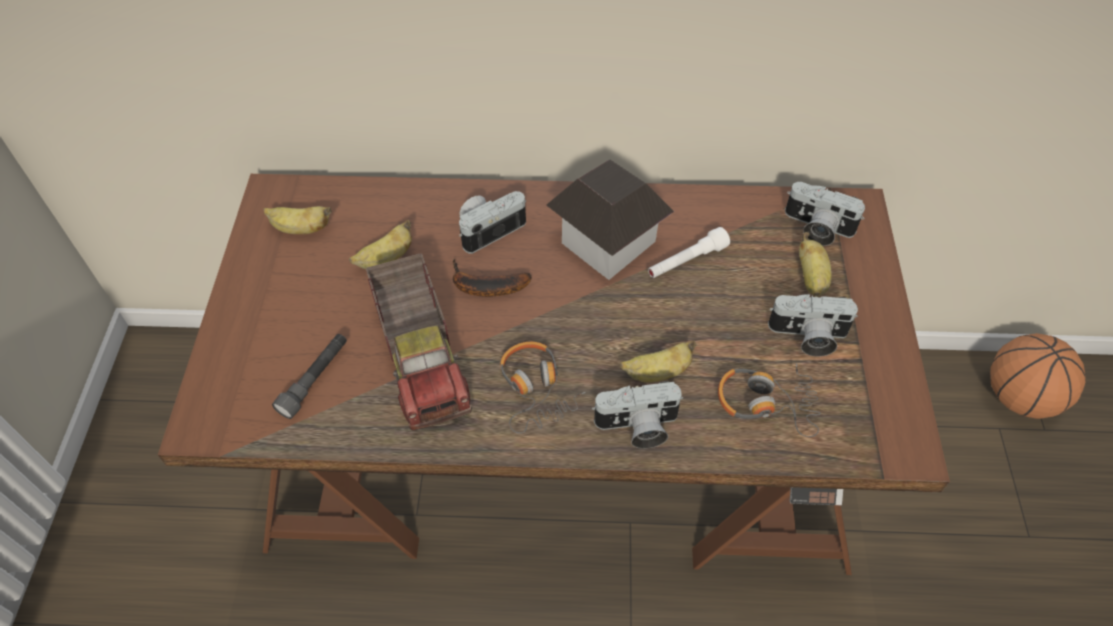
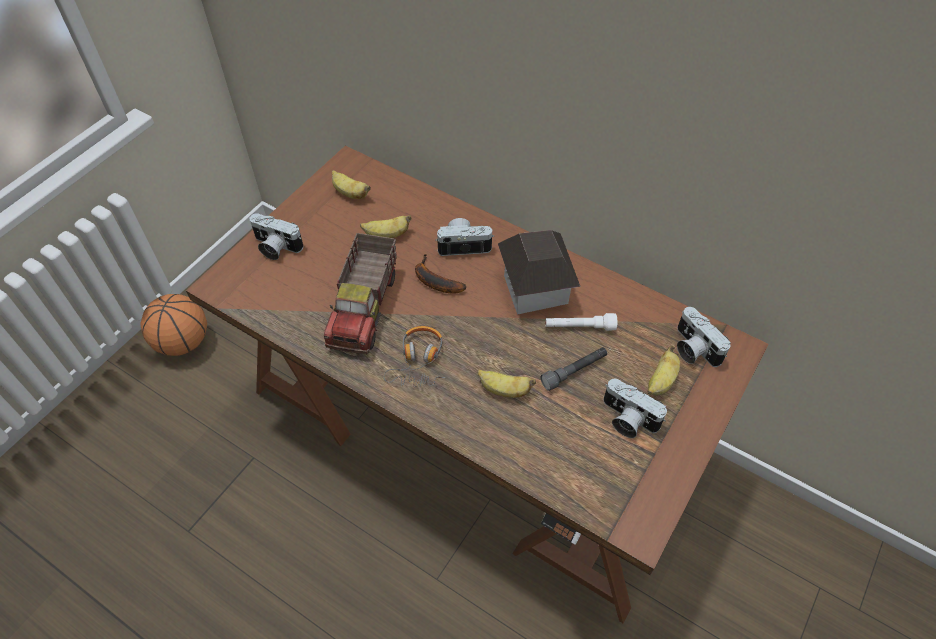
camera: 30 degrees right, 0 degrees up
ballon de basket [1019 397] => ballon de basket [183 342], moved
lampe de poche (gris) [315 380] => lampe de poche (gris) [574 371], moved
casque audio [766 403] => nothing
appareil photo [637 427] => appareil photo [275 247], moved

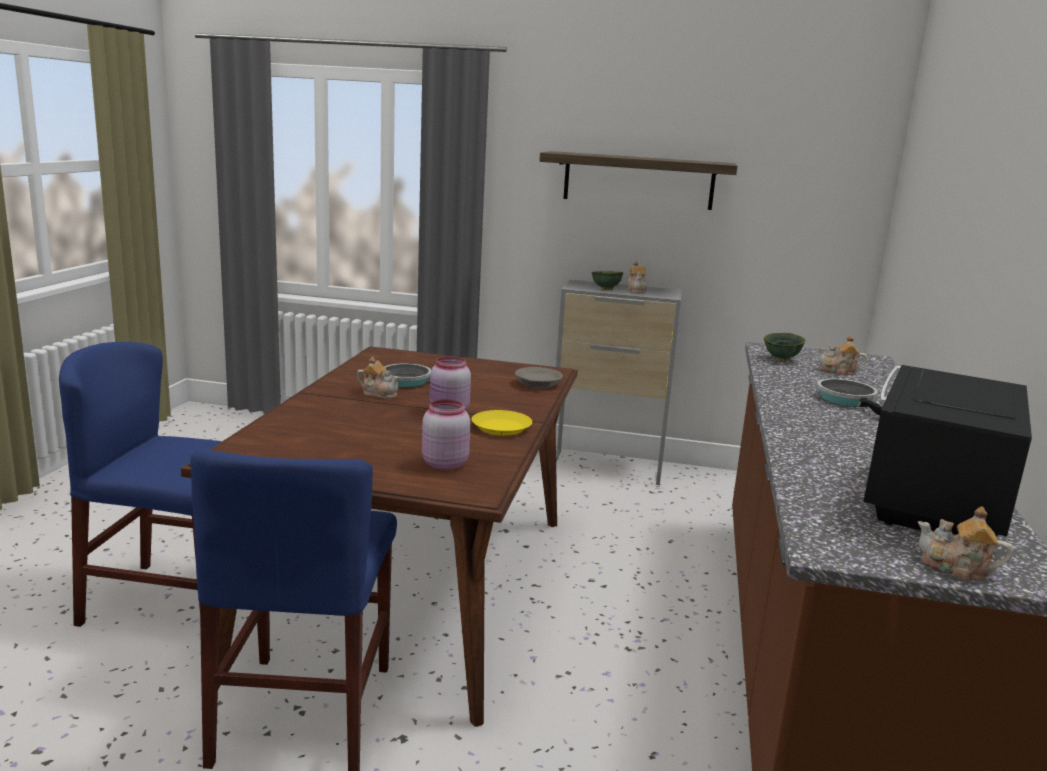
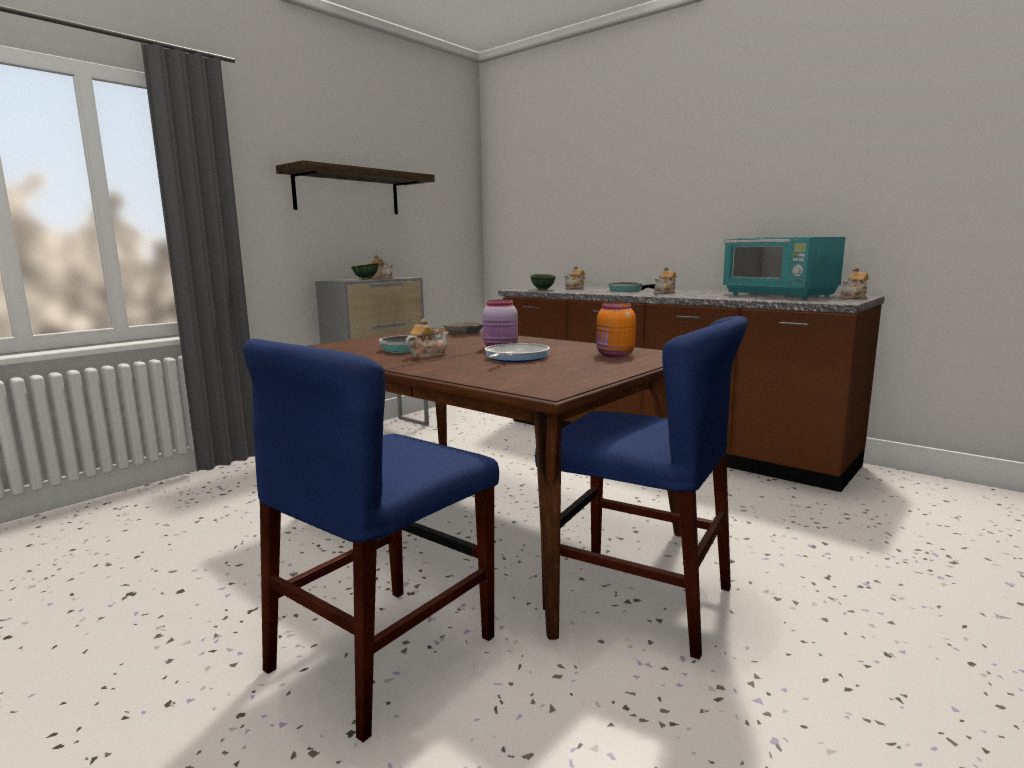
camera: 60 degrees left, 5 degrees down
micro-ondes (noir) [932 503] => micro-ondes (turquoise) [779 295]
bocal (rose) [443 464] => bocal (orange) [614 355]
assiette (jaune) [500 428] => nothing
nothing => théière [665 293]
nothing => poêle [515 357]

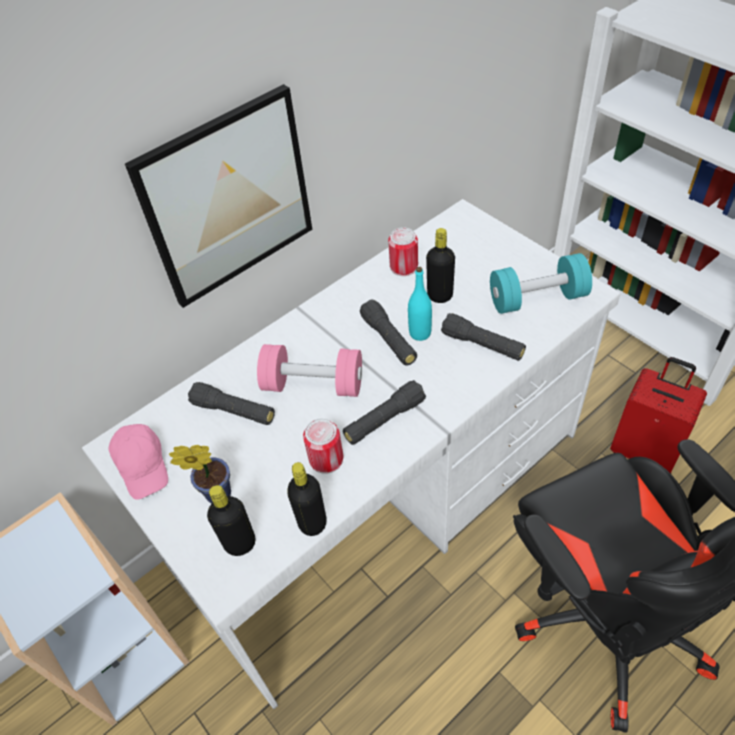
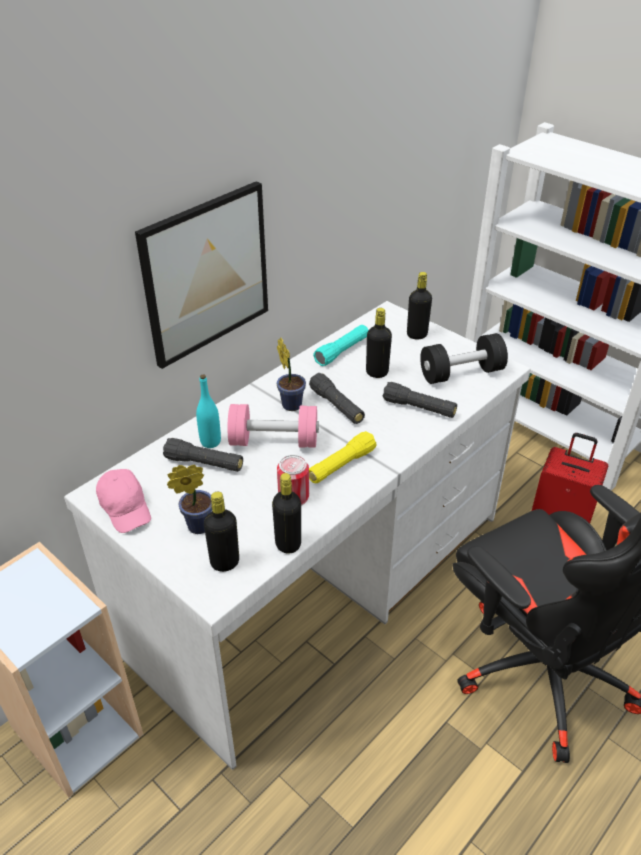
camera: 10 degrees left, 10 degrees down
boîte métallique [403 266] => lampe de poche (turquoise) [342 351]
haltère (turquoise) [537 298] => haltère (noir) [461 373]
bouteille (turquoise) [420 333] => bouteille (turquoise) [210 442], moved
lampe de poche (noir) [384 420] => lampe de poche (jaune) [341 465]
nothing => bouteille (noir) [417 335]
nothing => plante en pot [290 403]

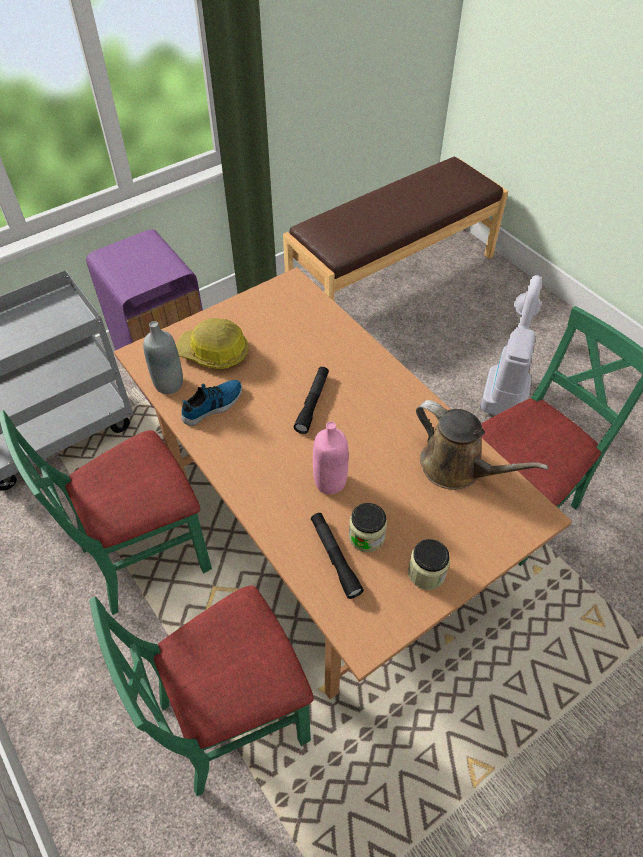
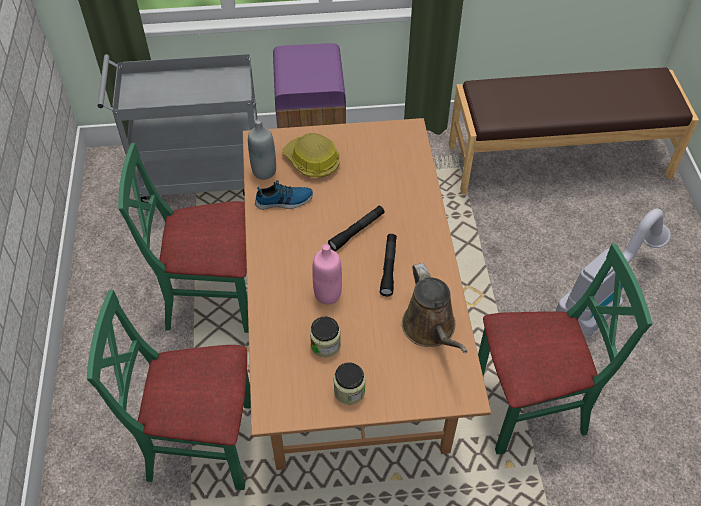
camera: 30 degrees right, 0 degrees up
lampe de poche (noir) [335 557] => lampe de poche (noir) [388 267], moved

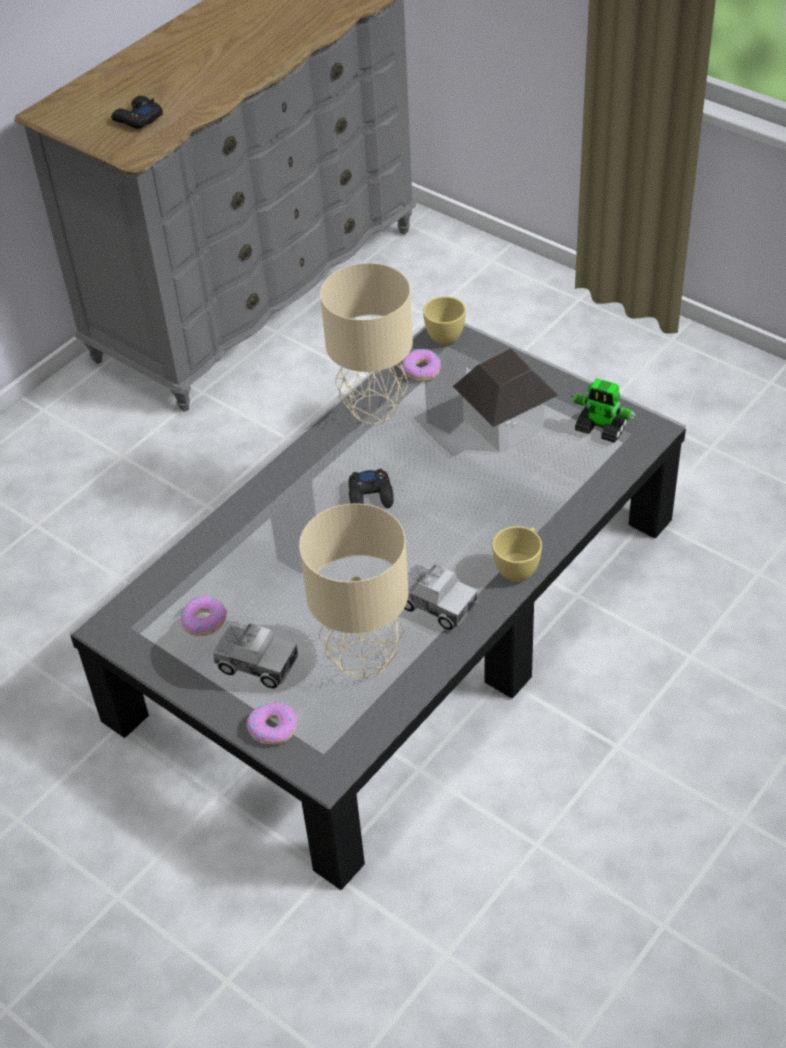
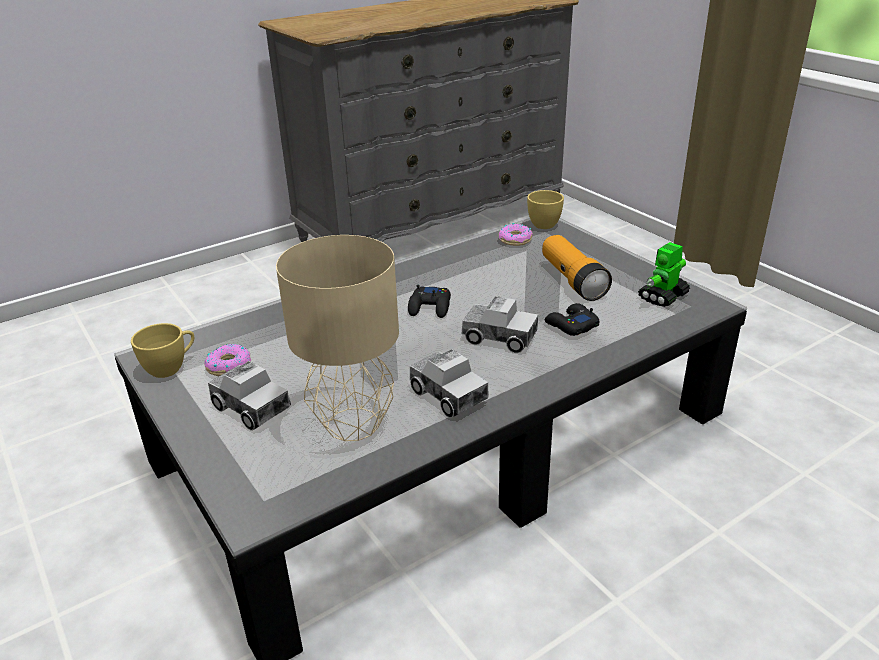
camera: 15 degrees right, 15 degrees down
manette (noir) [137 118] => manette (noir) [571 325], moved
lampe de table (beige) [372 410] => nothing
maison miniature [504 423] => lampe de poche [572 280]
robot jouet [601 428] => robot jouet [662 297], 90 degrees clockwise
tasse (jaune) [519 567] => tasse (jaune) [171 367], moved
beignet [273 727] => nothing
nothing => camion jouet [499 338]

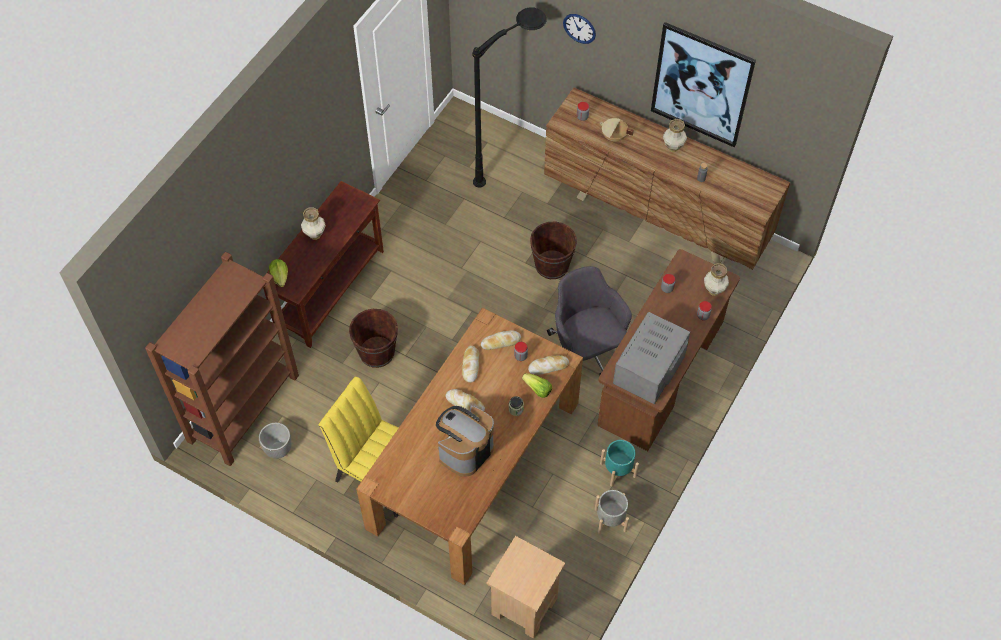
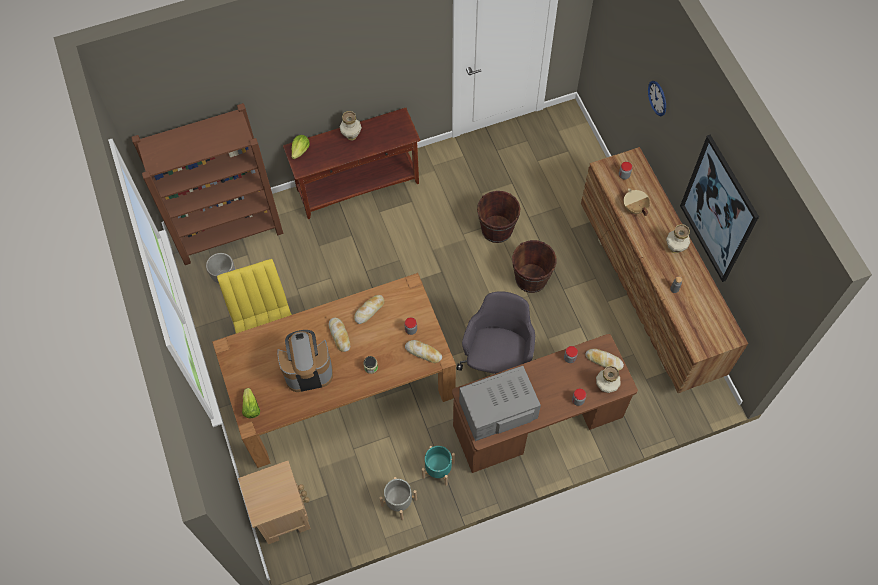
camera: 40 degrees right, 5 degrees up
lampadaire (noir) [514 164] => nothing
seau (marron) [377 352] => seau (marron) [497 229], moved
pain [500 342] => pain [604 361], moved
laitue [537 389] => laitue [251 407], moved

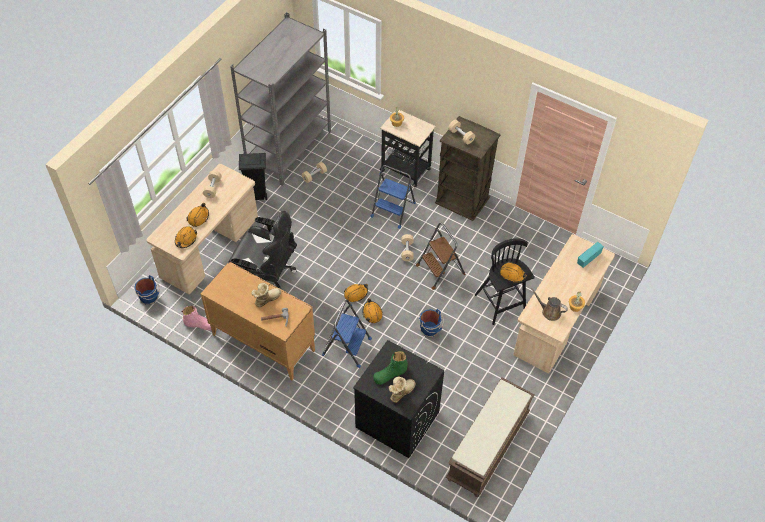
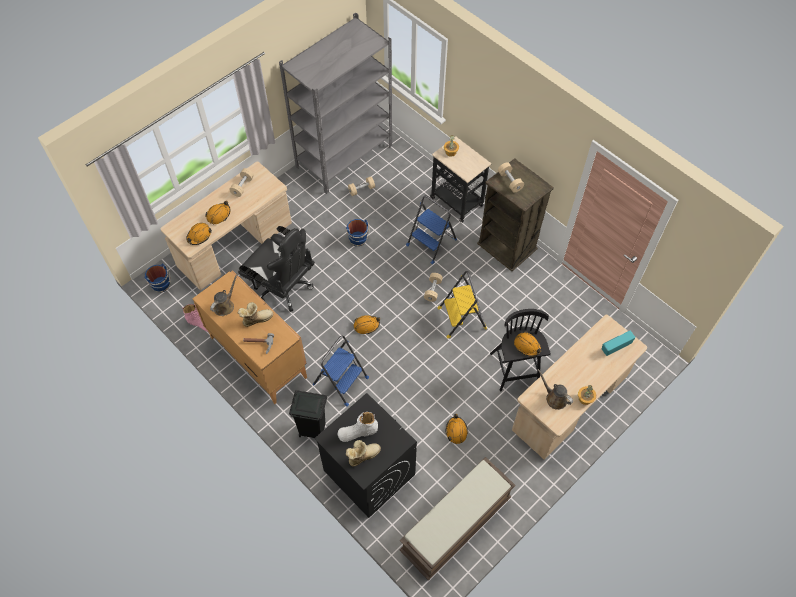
camera: 15 degrees right, 5 degrees up
poubelle (noir) [256 195] => poubelle (noir) [313 430], moved
escabeau (marron) [442 269] => escabeau (jaune) [464 318]
casque de chantier (orange) [372 313] => casque de chantier (orange) [456 431], moved
seau (bleu) [430 330] => seau (bleu) [358 239], moved
botte (vert) [390 374] => botte (blanc) [358 432]
nothing => arrosoir (marron) [225 305]

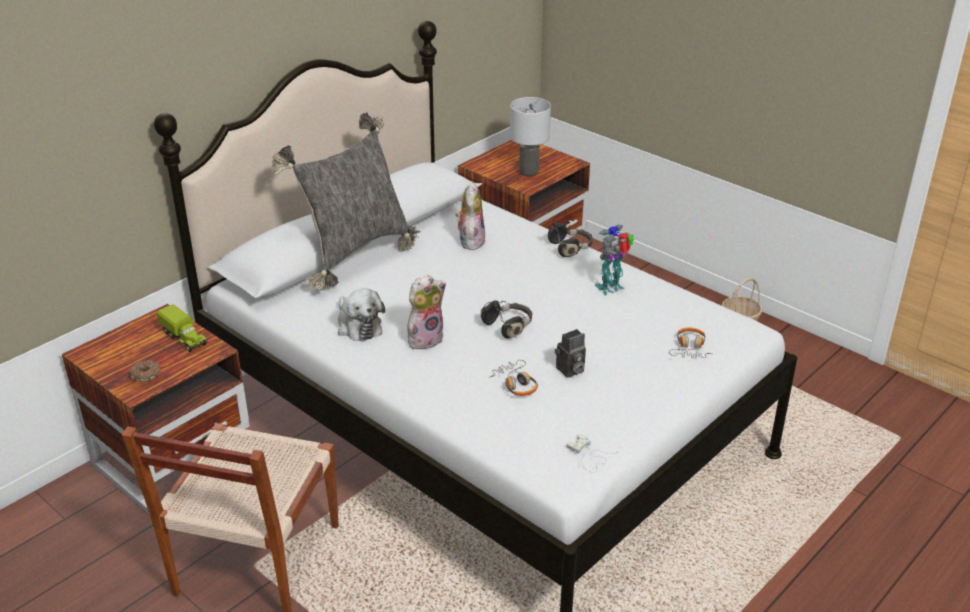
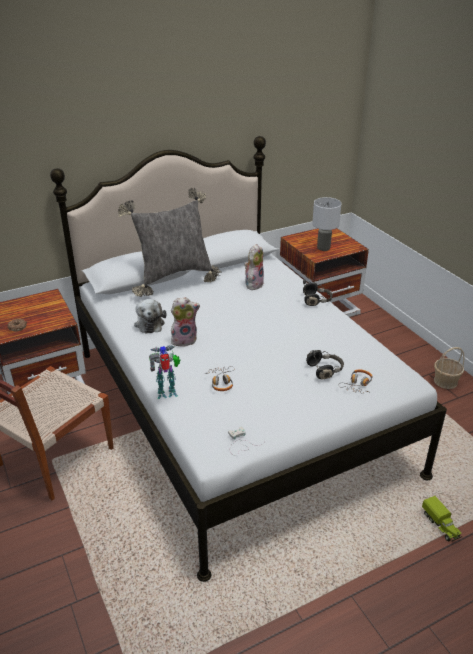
camera: 20 degrees right, 0 degrees up
robot jouet [612 288] => robot jouet [168 394], moved
casque audio (noir) [508 326] => casque audio (noir) [325 370], moved
camion jouet [184 339] => camion jouet [440 525], moved
appareil photo [569 371] => nothing

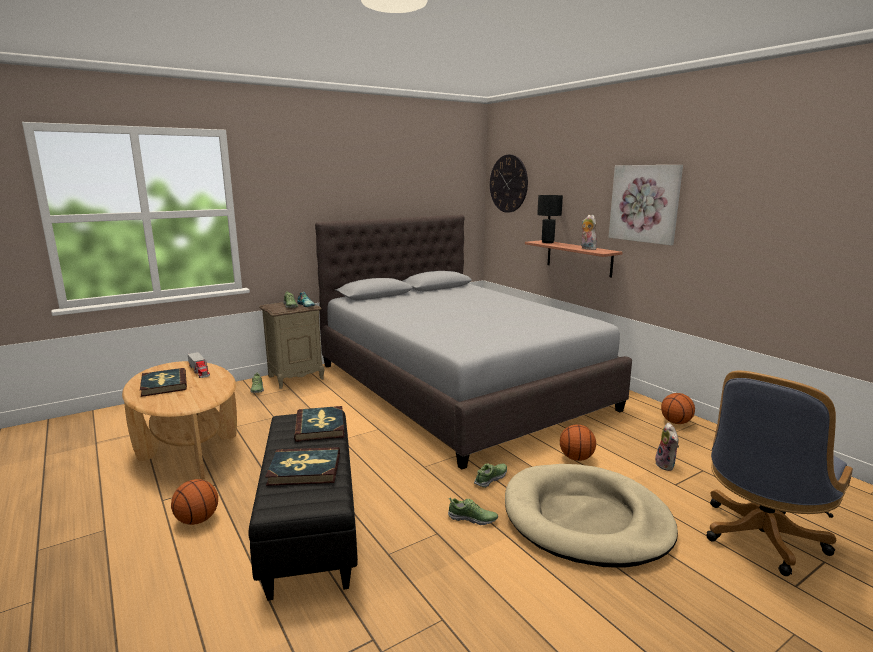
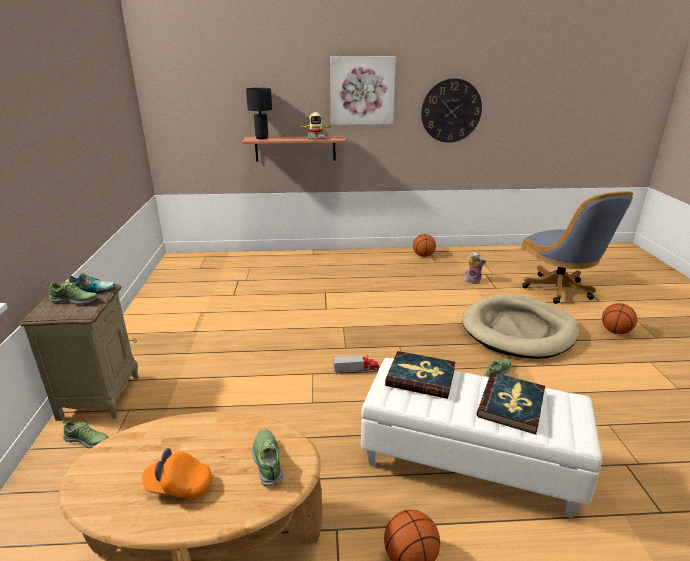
camera: 60 degrees left, 10 degrees up
horloge murale [508 183] => horloge murale [451 111], moved
lit (gris) [458 386] => nothing
peluche [587 248] => robot jouet [316 138]
camion jouet [199 371] => camion jouet [356 370], moved
livre [163 384] => casquette (orange) [179 486]
pouf (noir) [309 527] => pouf (blanc) [468 465]
ballon de basket [576 458] => ballon de basket [615 331], moved
chaussure [491 479] => chaussure [268 461], moved

